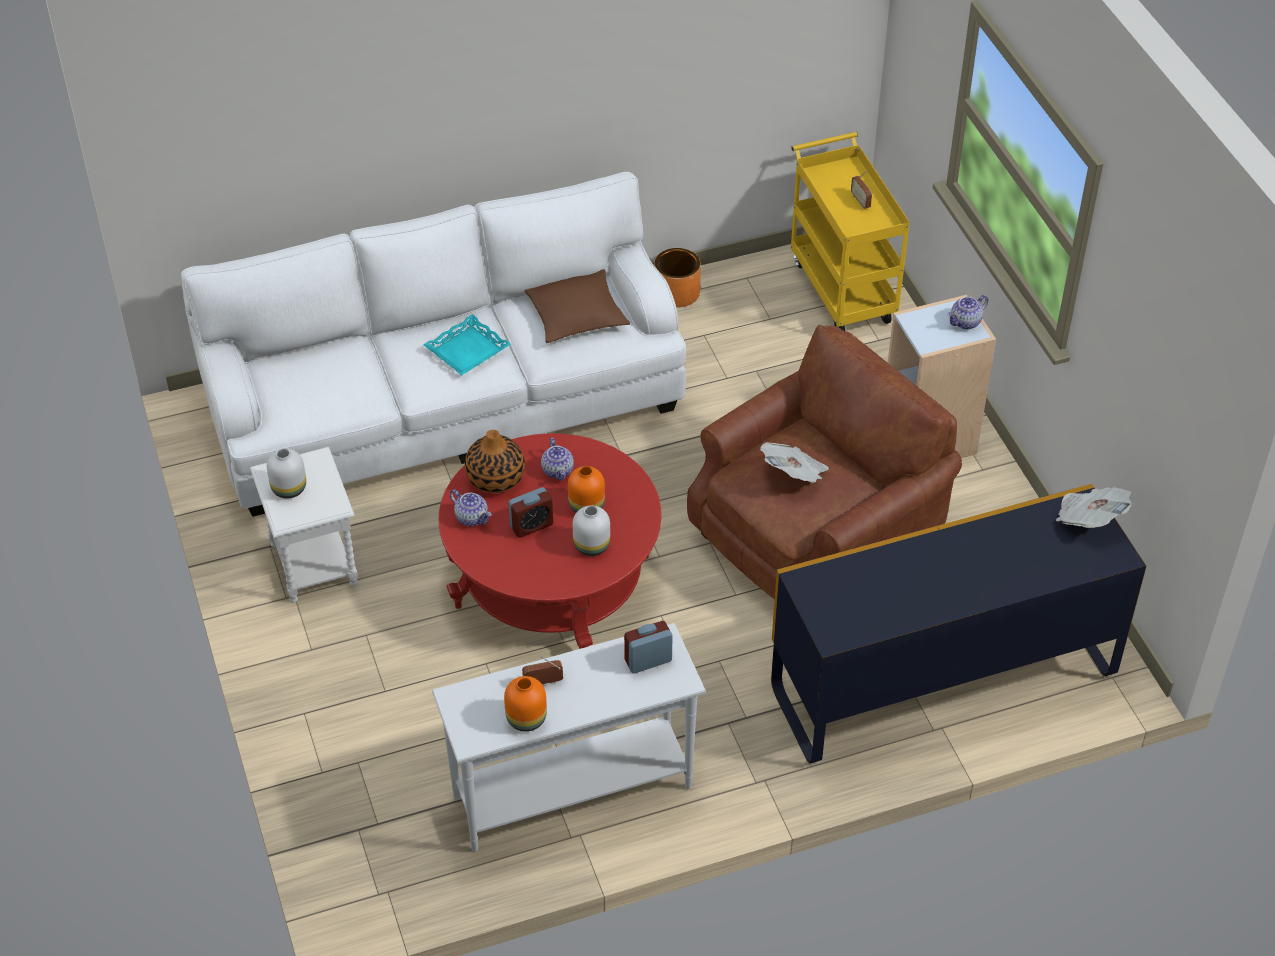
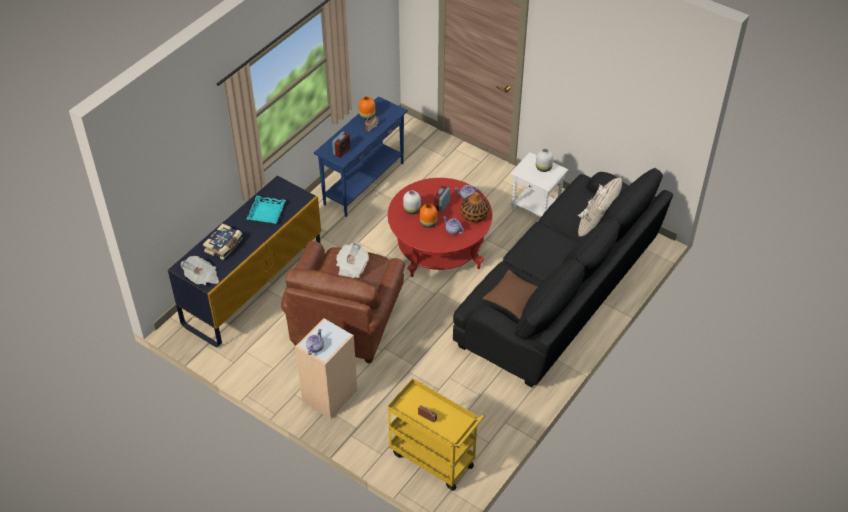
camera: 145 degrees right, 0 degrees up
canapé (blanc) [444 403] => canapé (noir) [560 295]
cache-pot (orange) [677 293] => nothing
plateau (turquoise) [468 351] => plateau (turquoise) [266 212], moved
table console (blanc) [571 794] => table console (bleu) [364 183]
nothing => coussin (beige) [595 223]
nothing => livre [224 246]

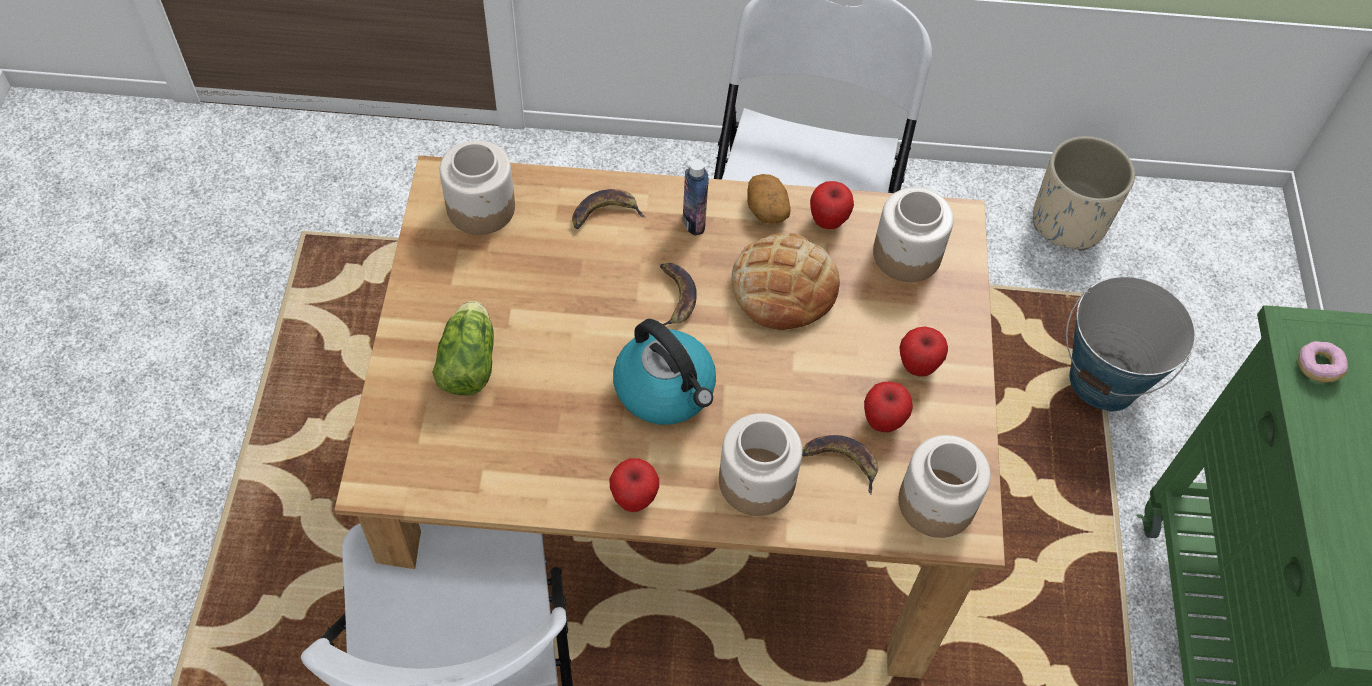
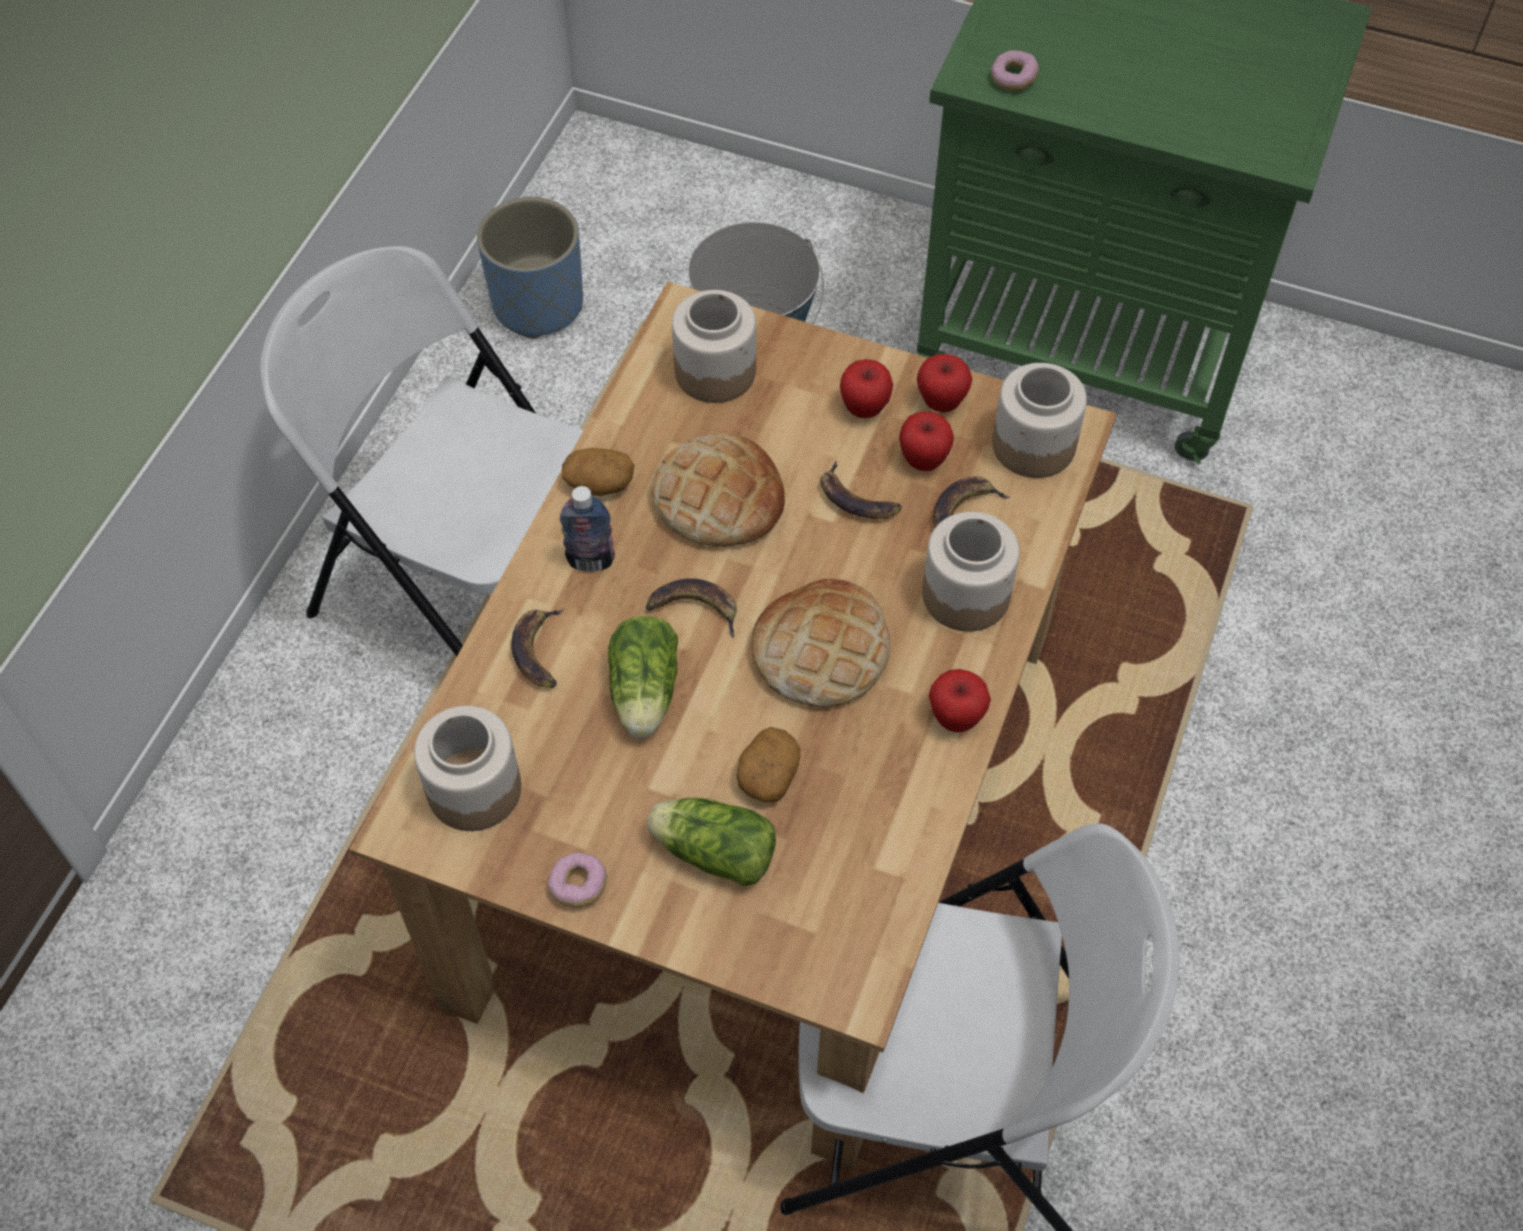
camera: 70 degrees left, 0 degrees up
cache-pot (beige) [1068 222] => cache-pot (bleu) [538 305]
pomme [828 221] => pomme [941 402], moved
bouilloire [666 390] => pain [821 650]
nothing => banane [857 499]
nothing => laitue [644 695]
nothing => pomme de terre [768 774]
nothing => beignet [578 885]

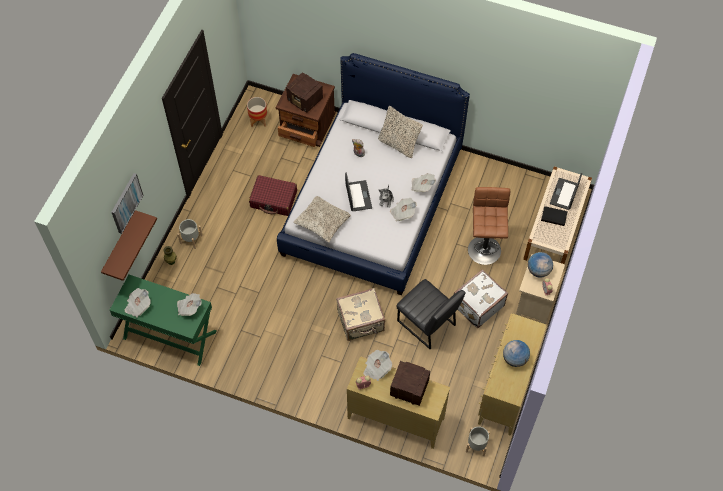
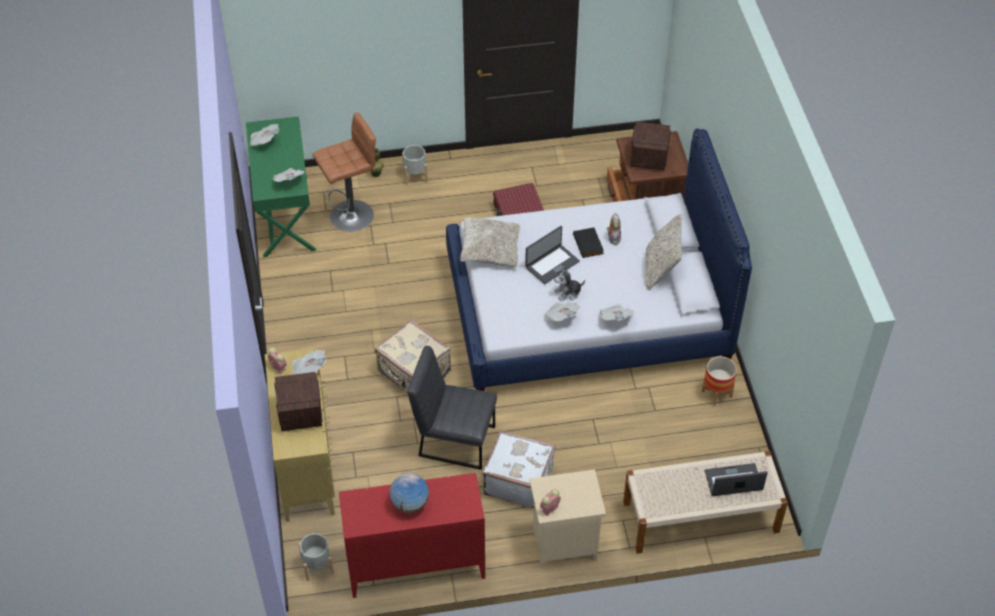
camera: 60 degrees right, 10 degrees down
cache-pot [258 121] => cache-pot [716 394], moved
tableau [126 203] => nothing
tabouret (marron) [484 250] => tabouret (marron) [352 216], moved
livre (noir) [554 216] => livre (noir) [589 244], moved
étagère (marron) [120 245] => nothing
globe [538 270] => nothing
chaise (gris) [427 324] => chaise (gris) [454 440], 90 degrees clockwise
commode (beige) [505 390] => commode (rouge) [414 564]

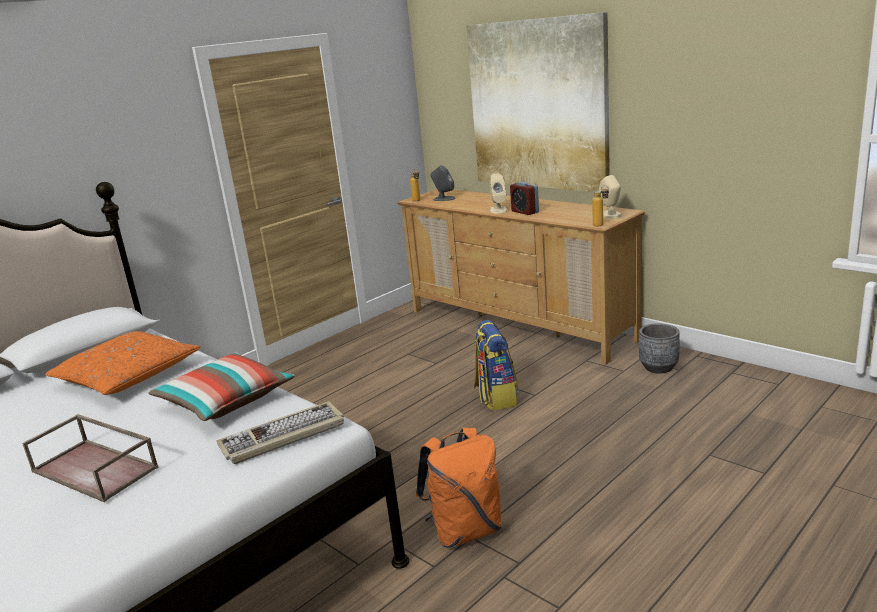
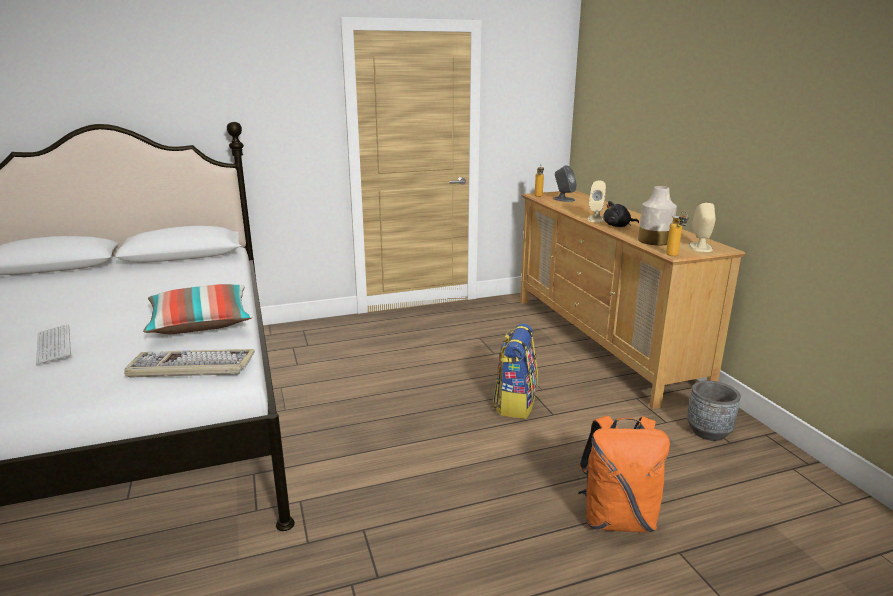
camera: 25 degrees right, 0 degrees up
tableau [538 105] => nothing
réveil [525 212] => peluche (noir) [618 226]
coussin (orange) [127 376] => nothing
plateau (marron) [96 469] => clavier [54 345]
sac à dos (orange) [465 530] => sac à dos (orange) [617 518], moved
nothing => vase (beige) [654 240]

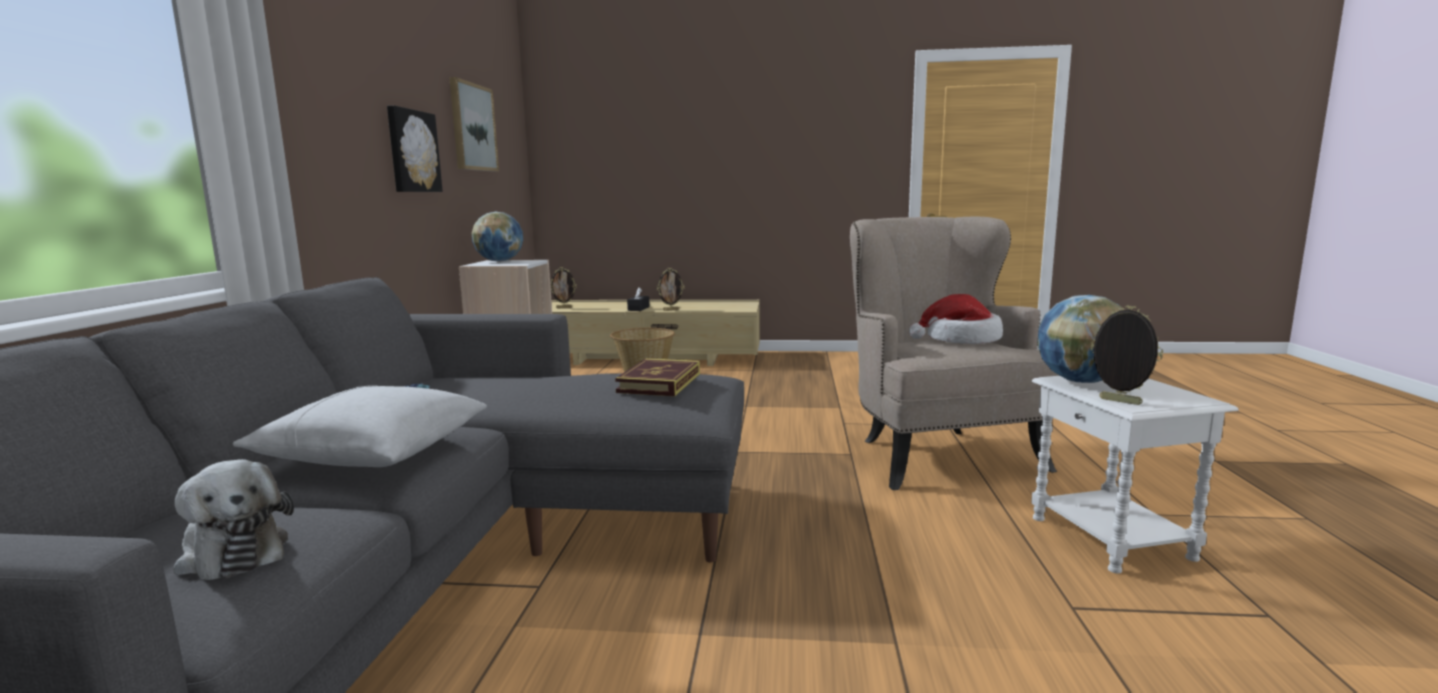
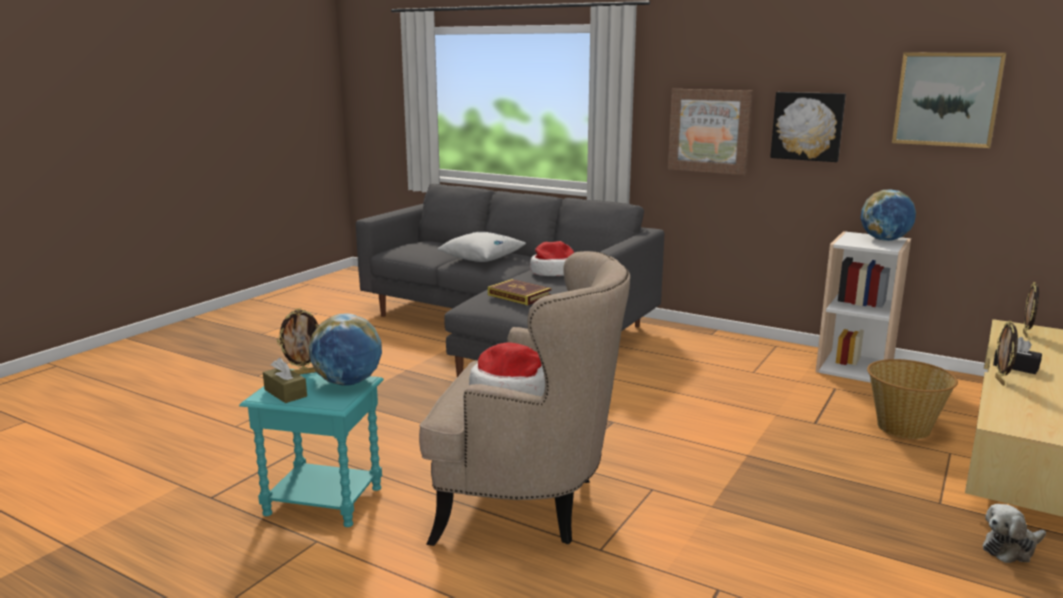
camera: 115 degrees right, 5 degrees up
table d'appoint (blanc) [1112 537] => table d'appoint (turquoise) [322 501]
peluche [233 552] => peluche [1011 549], moved
nothing => tableau [709 131]
nothing => chapeau [553 272]
nothing => boîte à mouchoirs (marron) [285 393]

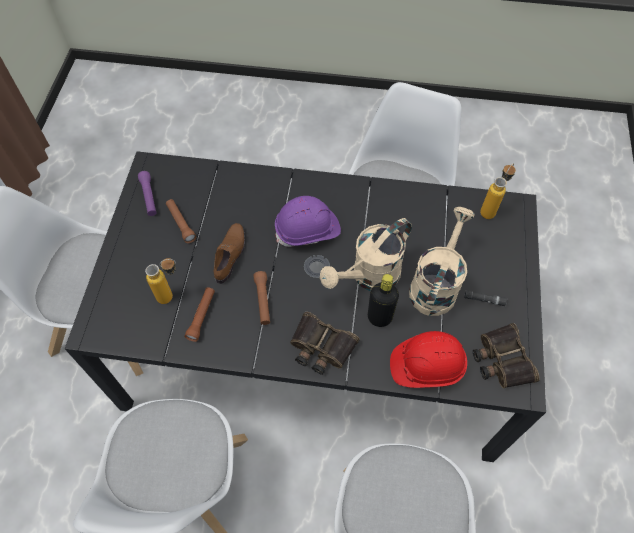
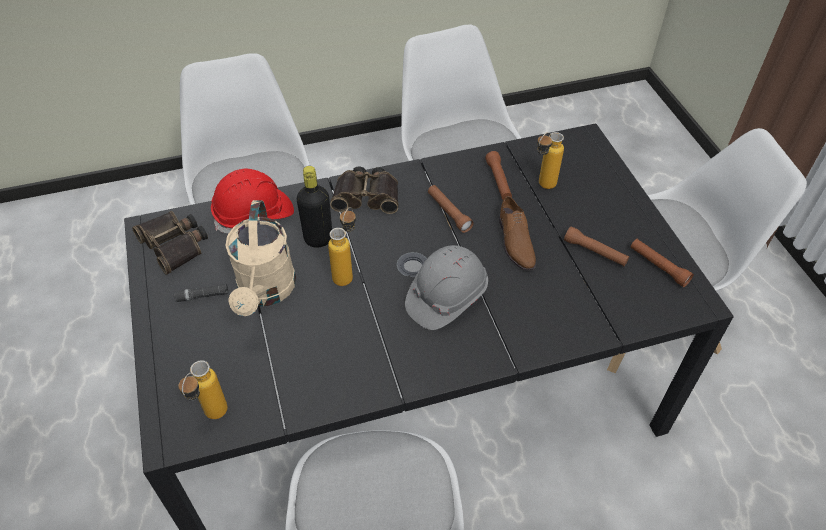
camera: 155 degrees right, 10 degrees down
lampe de poche (violet) [149 197] => lampe de poche (marron) [658 266]
casque de chantier (violet) [308 231] => casque de chantier (gris) [446 297]
arrosoir (beige) [369 277] => bouteille [347 273]

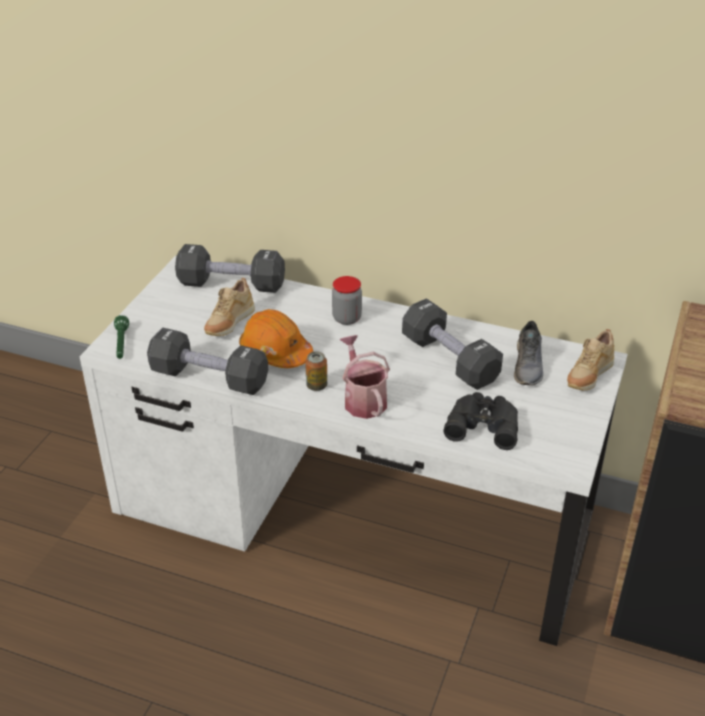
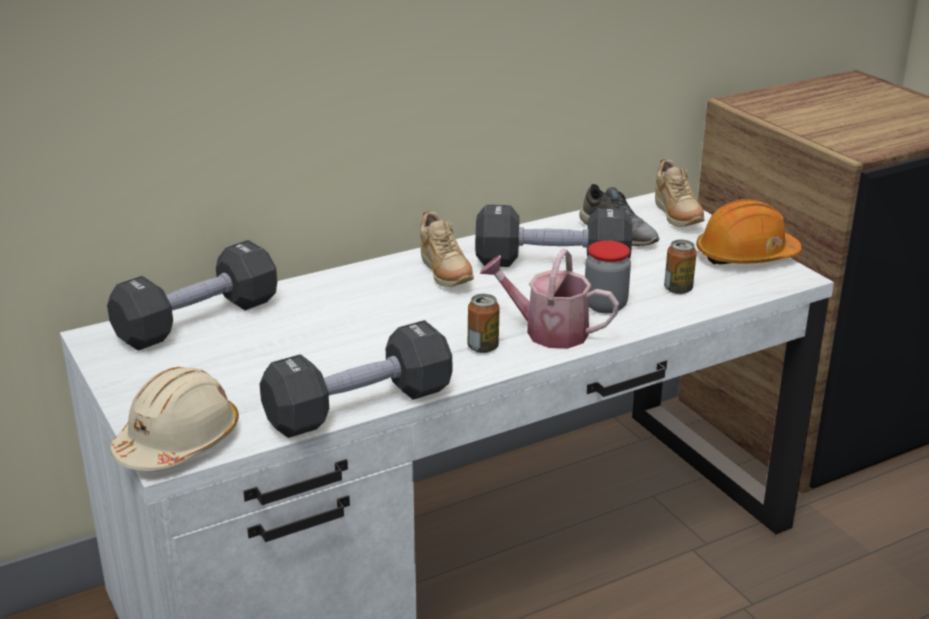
camera: 50 degrees left, 10 degrees down
bocal [347 318] => bocal [605 305], moved
chaussure (beige) [229 324] => chaussure (beige) [445 275], moved
casque de chantier (orange) [275 352] => casque de chantier (orange) [745 256], moved
lampe de poche (vert) [121 344] => casque de chantier (beige) [178 442]
jumelles (noir) [483 424] => boîte métallique [678 289]

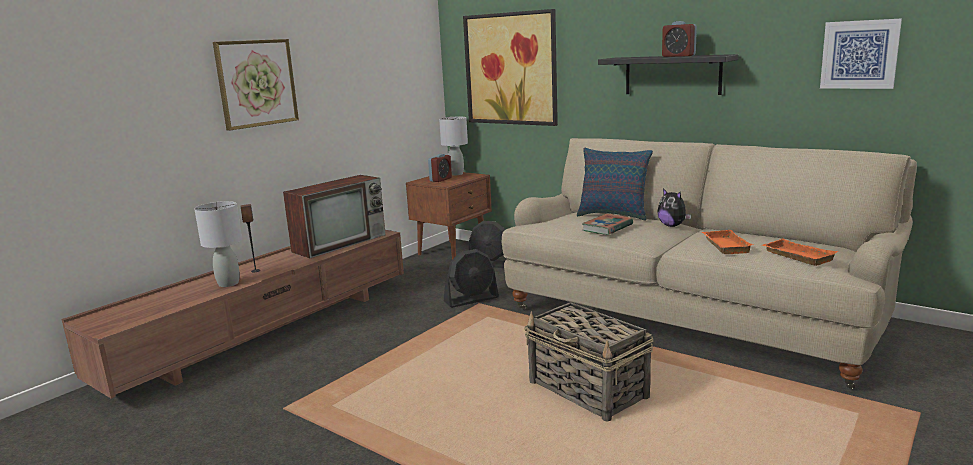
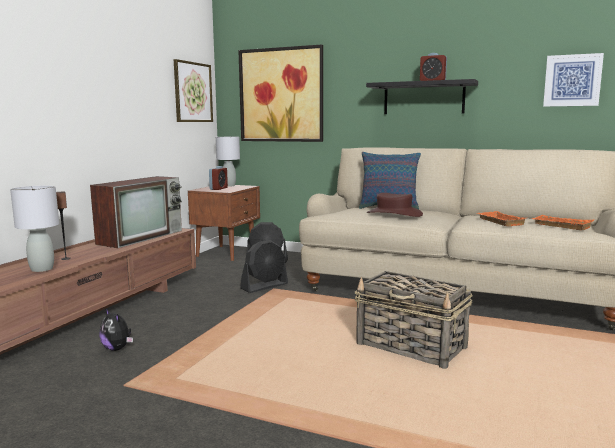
camera: 15 degrees left, 5 degrees down
tableau [256 83] => tableau [193 92], moved
peluche [672 226] => peluche [117 348], moved
livre [607 228] => chapeau (marron) [394 214]

